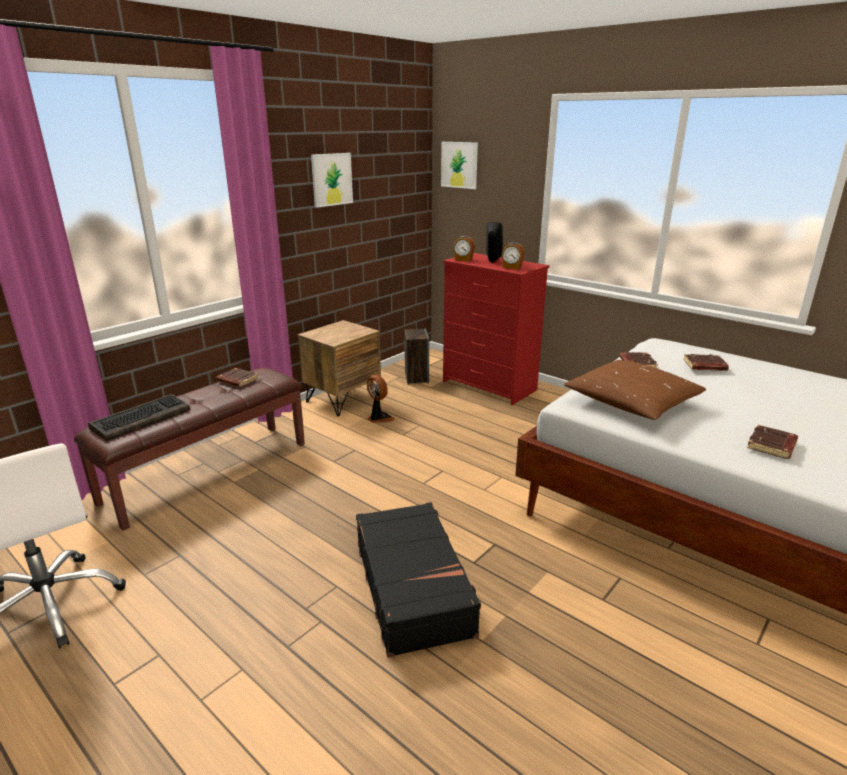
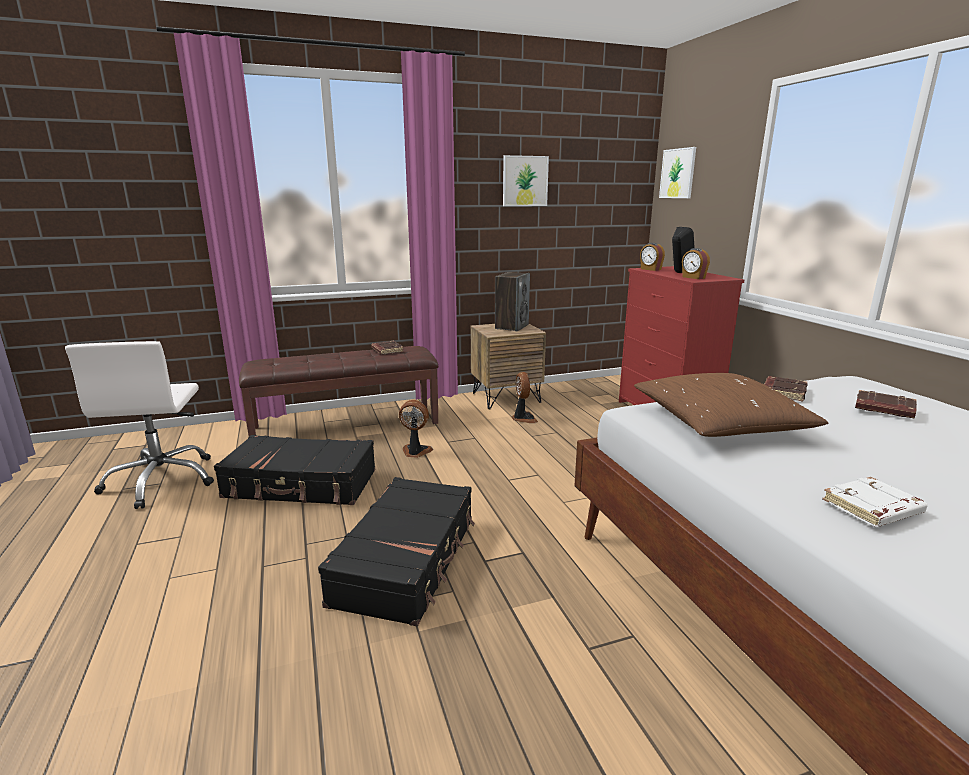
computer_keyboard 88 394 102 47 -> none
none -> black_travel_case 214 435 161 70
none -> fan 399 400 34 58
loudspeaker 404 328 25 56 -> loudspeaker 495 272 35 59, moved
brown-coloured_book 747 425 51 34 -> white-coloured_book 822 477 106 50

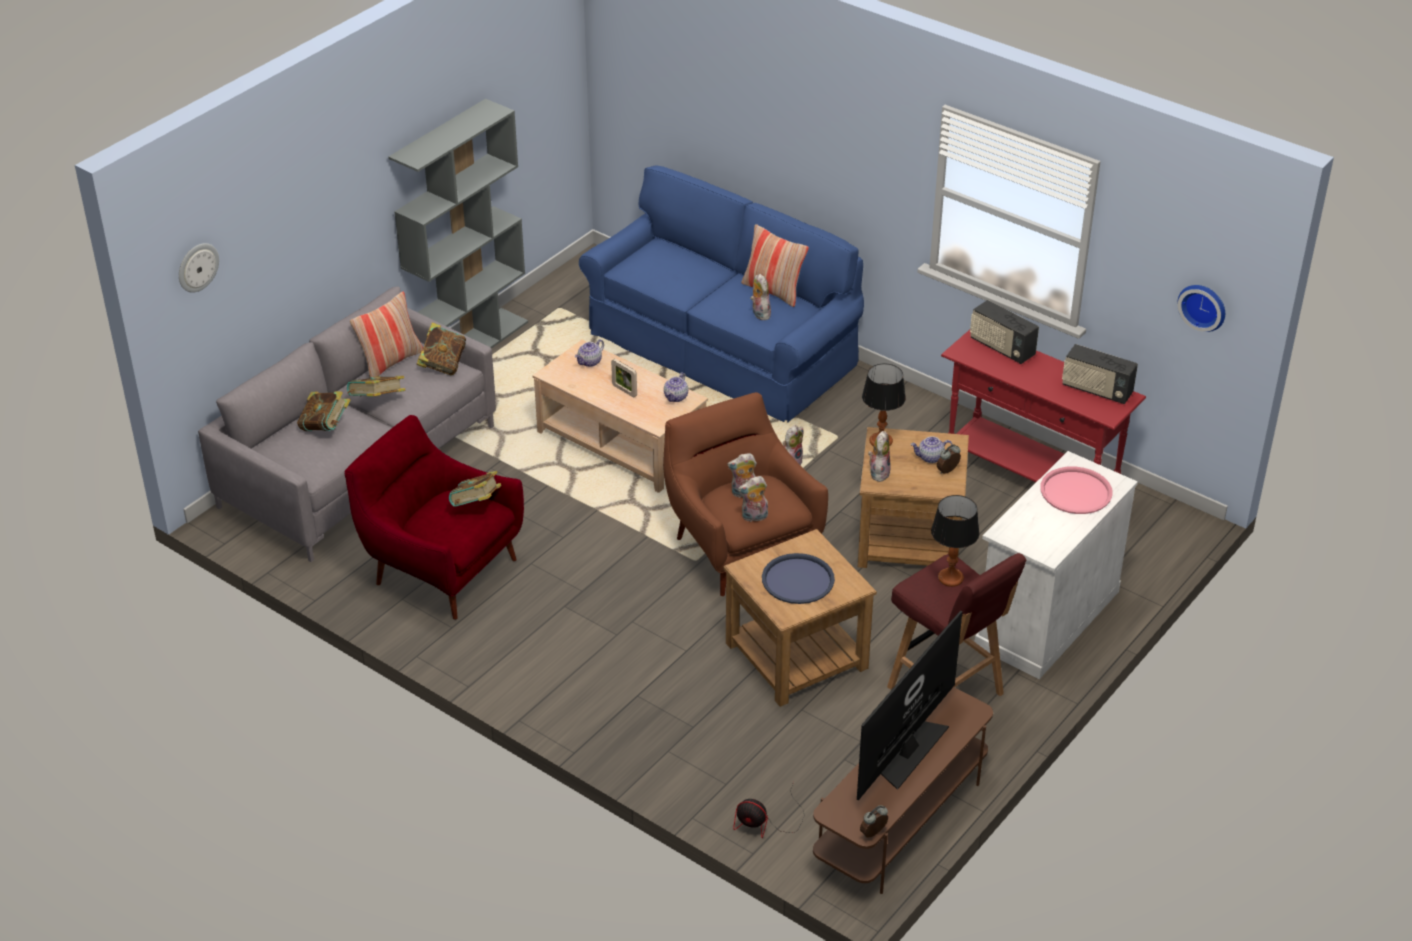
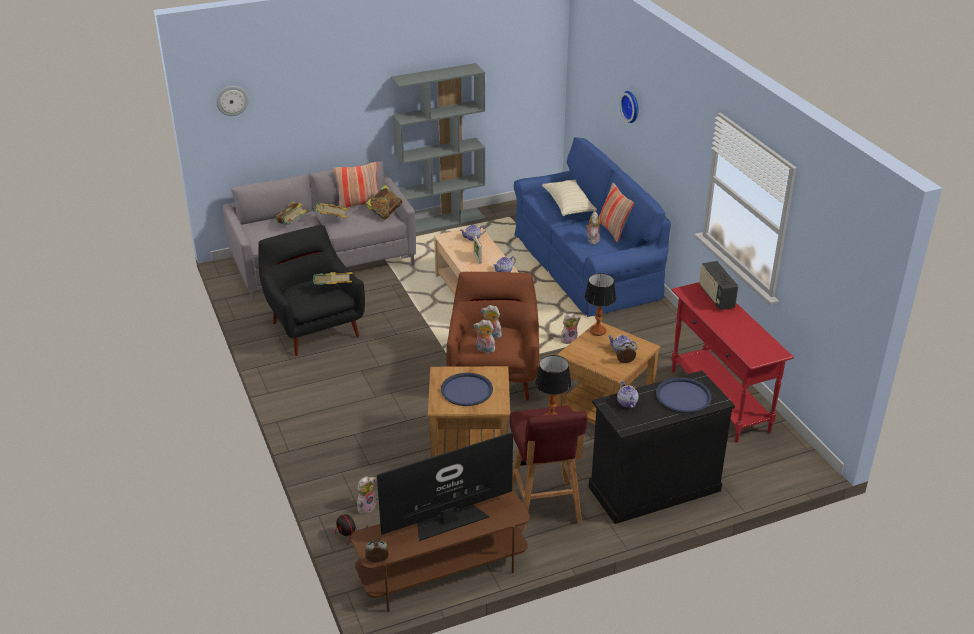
radio 1062 344 76 60 -> none
none -> sand-coloured_cushion 542 180 55 36
none -> tea_pot 617 380 22 28
cuddly_toy 868 431 23 51 -> cuddly_toy 357 476 19 38, moved
wall_clock 1178 285 47 47 -> wall_clock 620 91 18 32, moved
red-coloured_armchair 345 415 179 205 -> black_armchair 258 225 107 131
white-coloured_cupboard 975 451 163 228 -> black_cupboard 589 371 146 153
pinkish_carrying_tray 1040 467 73 47 -> bluish_carrying_tray 656 378 55 35

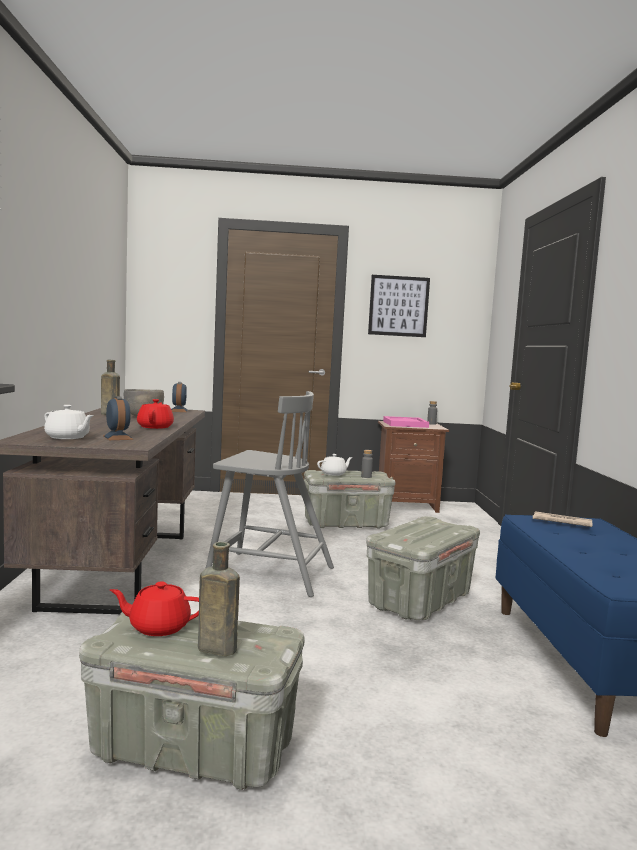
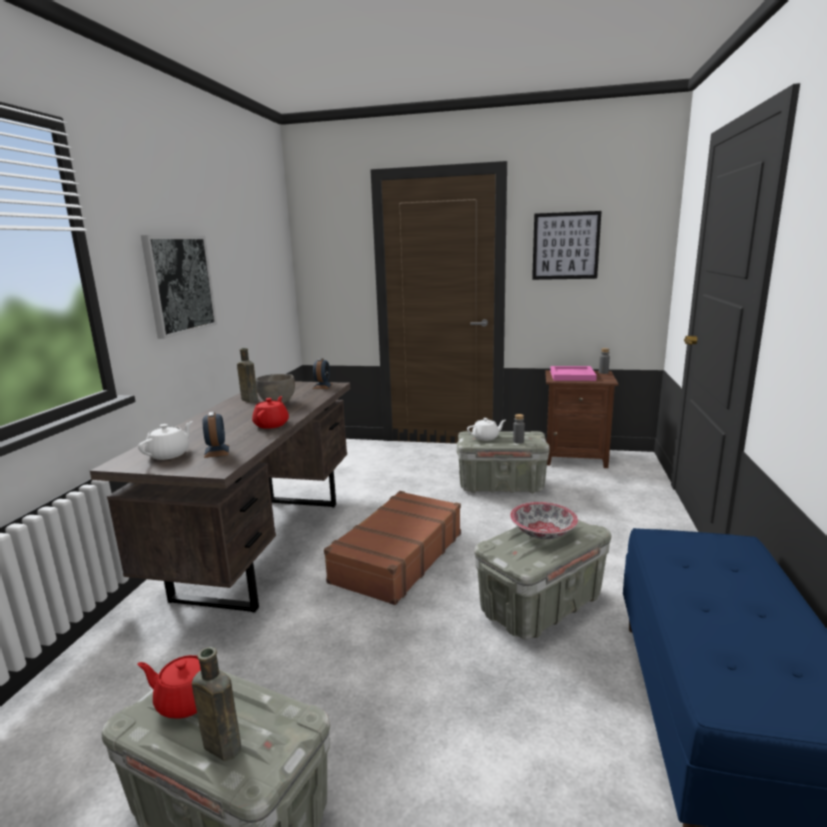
newspaper 533 511 59 16 -> none
none -> wall_picture 141 235 76 104
none -> serving_bowl 510 502 68 37
grey_upright_chair 205 391 129 206 -> brown-coloured_travel_case 324 491 137 114
white-coloured_tea_pot 44 405 50 34 -> white-coloured_tea_pot 138 421 55 39, 105 degrees counterclockwise

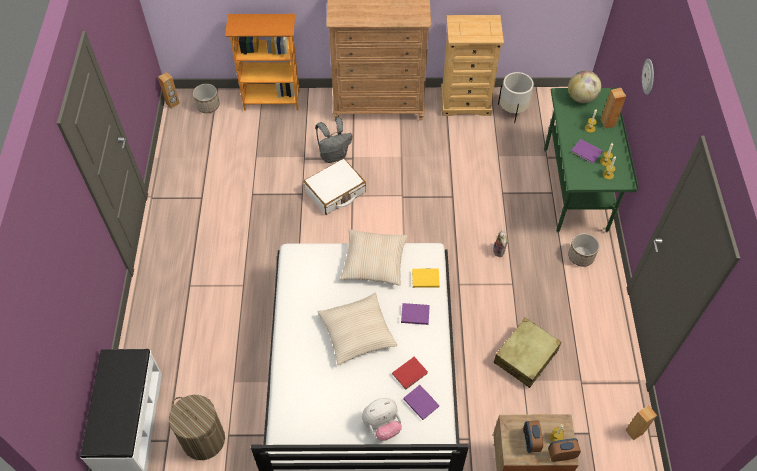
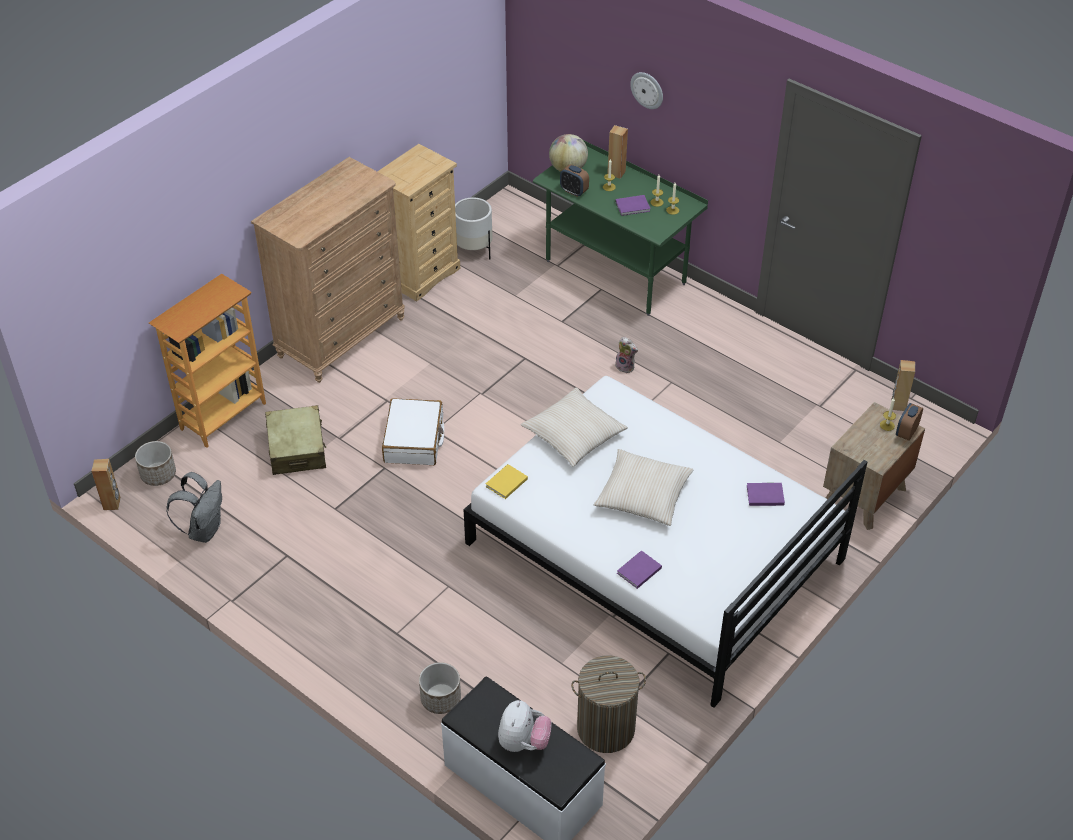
red-coloured_book 392 357 36 32 -> none
grey_rucksack 315 117 37 46 -> grey_rucksack 166 472 56 71, moved
cuddly_toy 362 398 40 43 -> cuddly_toy 498 700 54 52, moved
purple_book 401 303 29 22 -> purple_book 617 550 45 39, moved
yellowish_book 412 269 28 19 -> yellowish_book 485 464 43 35, moved
sand-coloured_travel_case 494 318 67 70 -> sand-coloured_travel_case 265 405 61 70, moved
bedside_clock 523 420 20 33 -> bedside_clock 560 164 29 33, moved
planter 568 233 31 34 -> planter 419 662 42 52, moved

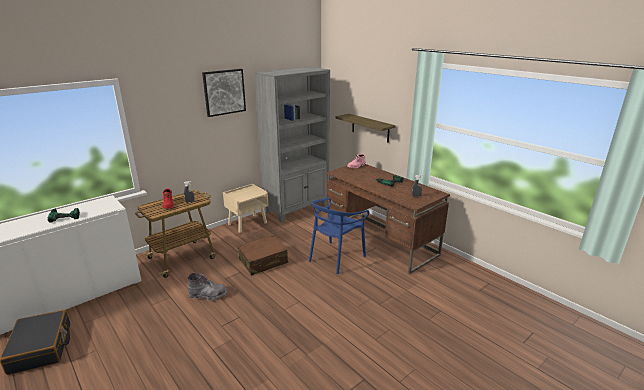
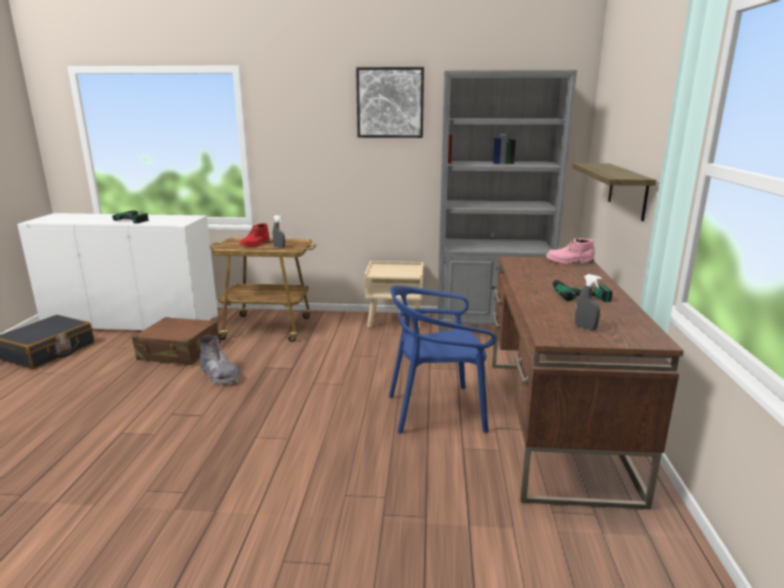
brown-coloured_travel_case 238 235 50 40 -> brown-coloured_travel_case 132 317 89 48, moved

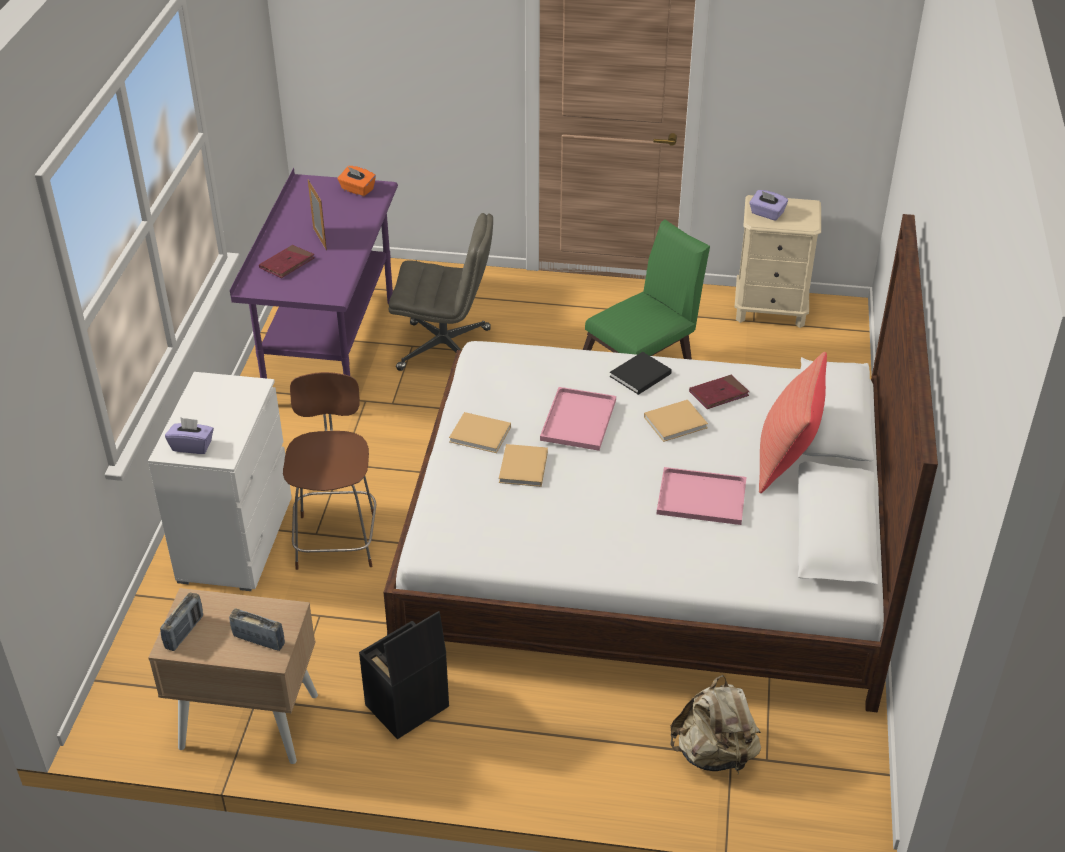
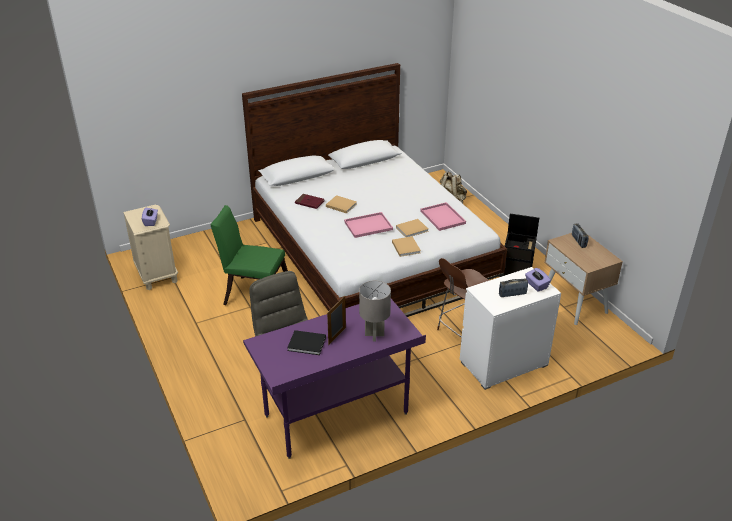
orange-coloured_box_of_tissues 338 166 38 30 -> none
red-coloured_cushion 759 352 68 141 -> none
radio 160 592 43 59 -> radio 499 278 29 19, moved
black_book 610 352 62 43 -> black_book 287 330 39 25, moved
pinkish_carrying_tray 657 467 89 58 -> pinkish_carrying_tray 420 202 46 29, moved
red-coloured_book 259 245 56 33 -> grey_lamp_for_a_table 359 281 32 61

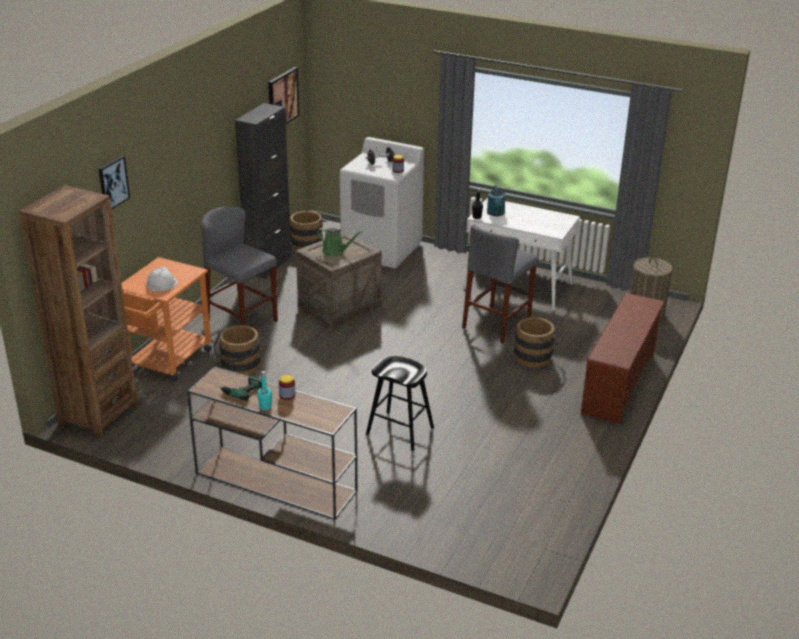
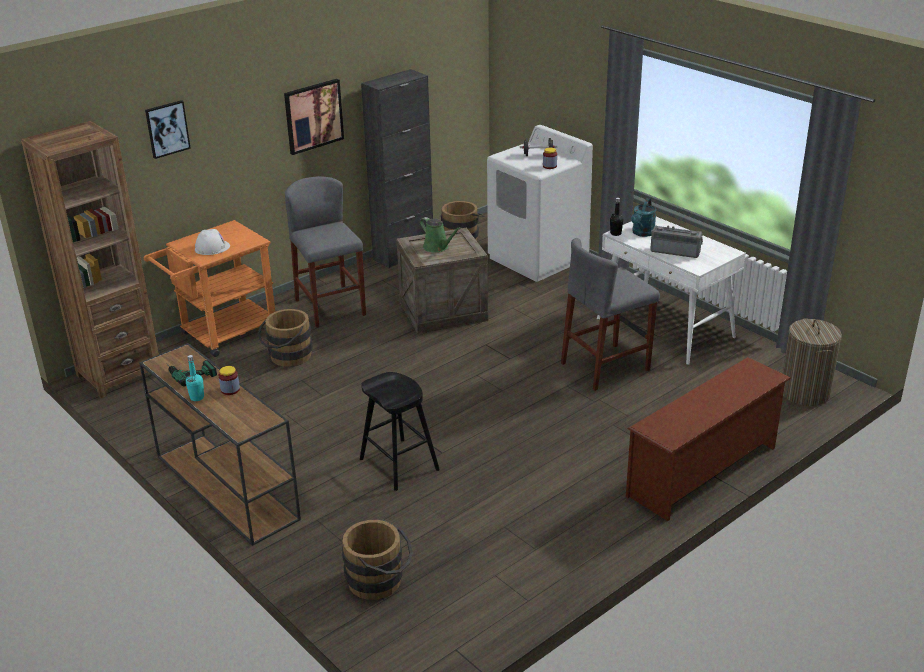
none -> radio 650 226 53 32
wall_picture 268 67 31 57 -> wall_picture 284 79 60 76, moved
brown-coloured_pail 514 317 47 51 -> brown-coloured_pail 342 519 71 81, moved

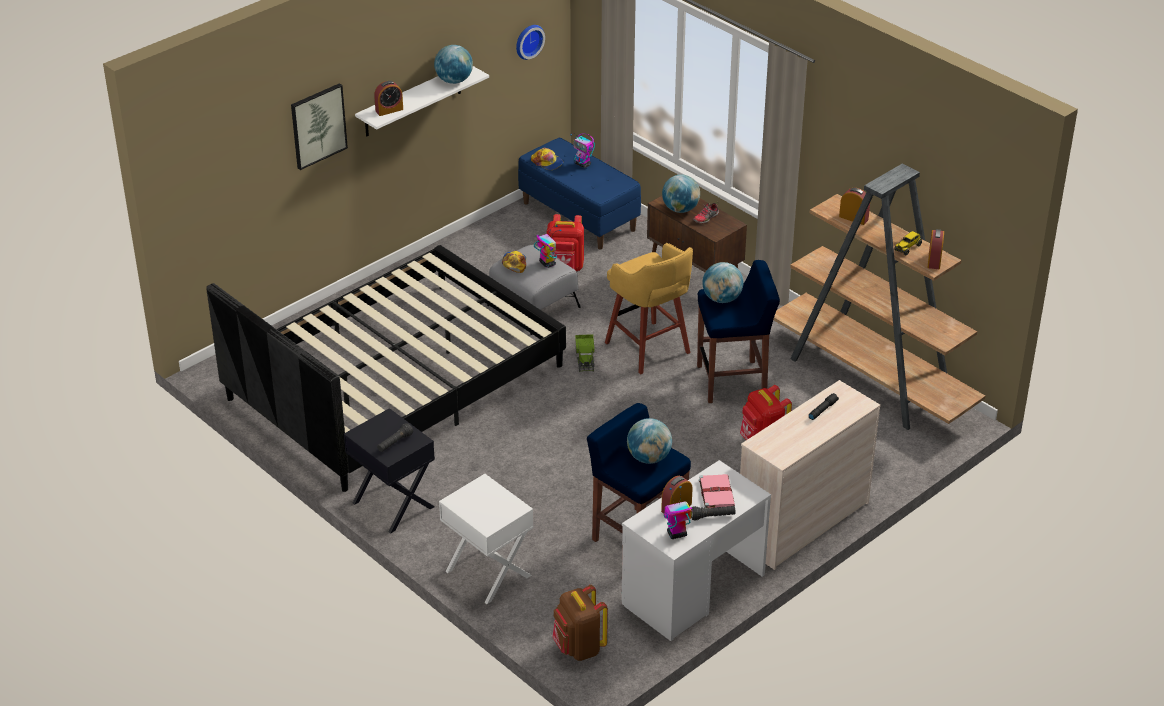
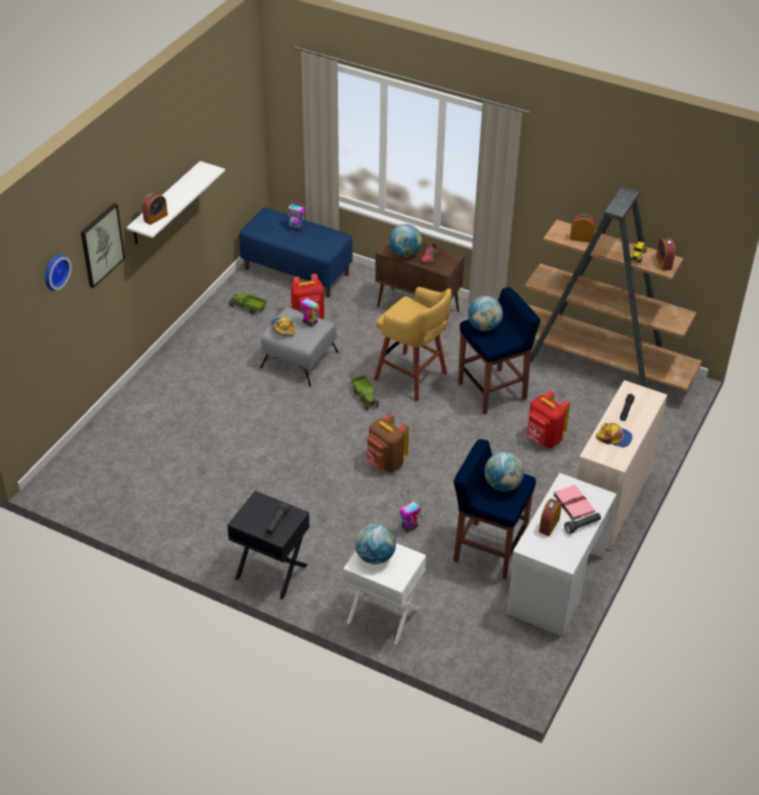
black_bed 206 245 360 247 -> none
none -> toy_truck 229 292 38 22
globe 434 45 39 39 -> globe 355 523 41 41, moved
wall_clock 516 25 29 35 -> wall_clock 45 254 27 37, moved
cap 531 148 32 22 -> cap 596 423 36 24, moved
brown-coloured_rucksack 552 585 56 76 -> brown-coloured_rucksack 366 414 43 58, moved
toy_robot 664 486 28 53 -> toy_robot 400 490 22 42, moved

